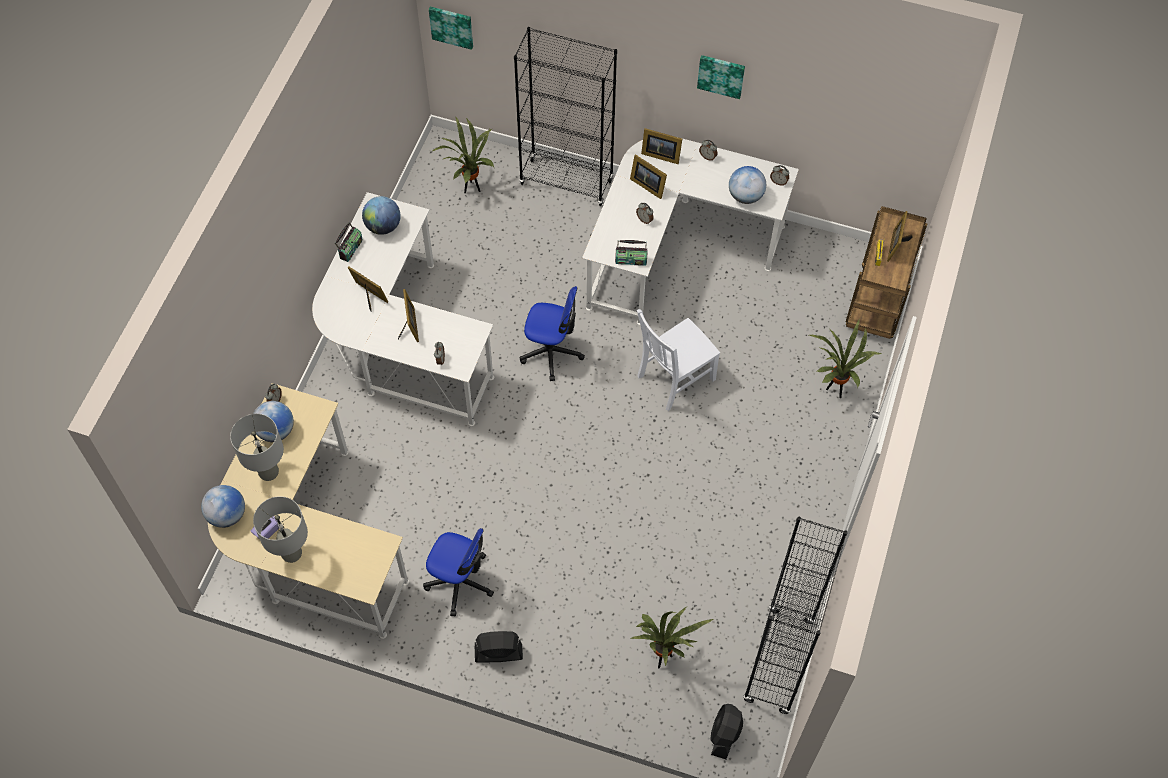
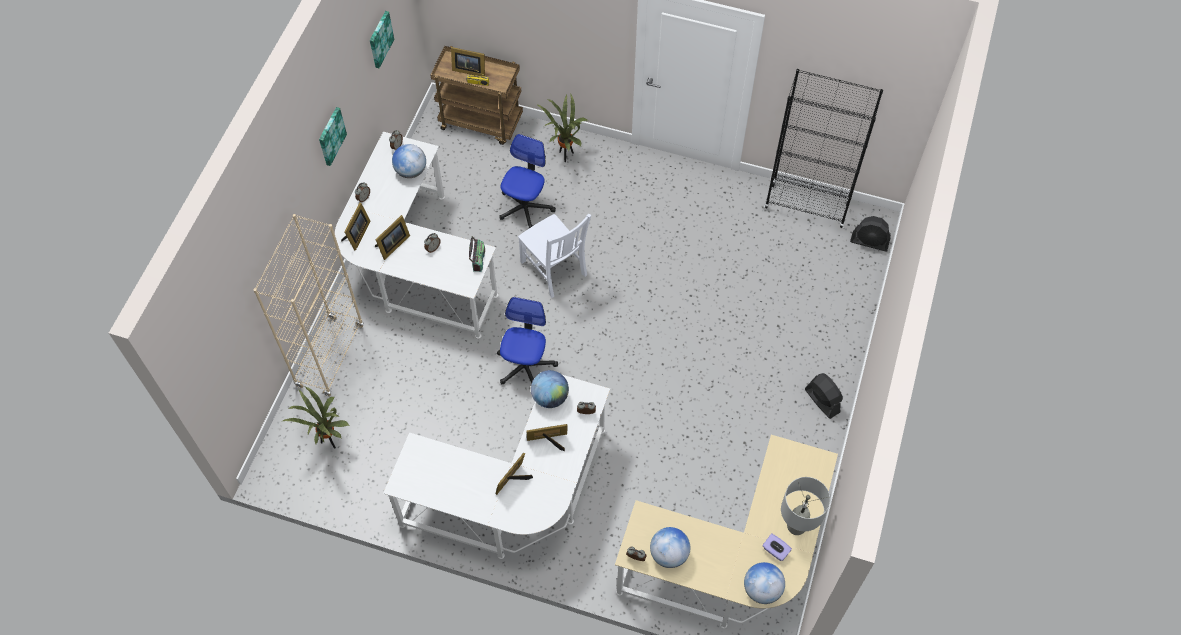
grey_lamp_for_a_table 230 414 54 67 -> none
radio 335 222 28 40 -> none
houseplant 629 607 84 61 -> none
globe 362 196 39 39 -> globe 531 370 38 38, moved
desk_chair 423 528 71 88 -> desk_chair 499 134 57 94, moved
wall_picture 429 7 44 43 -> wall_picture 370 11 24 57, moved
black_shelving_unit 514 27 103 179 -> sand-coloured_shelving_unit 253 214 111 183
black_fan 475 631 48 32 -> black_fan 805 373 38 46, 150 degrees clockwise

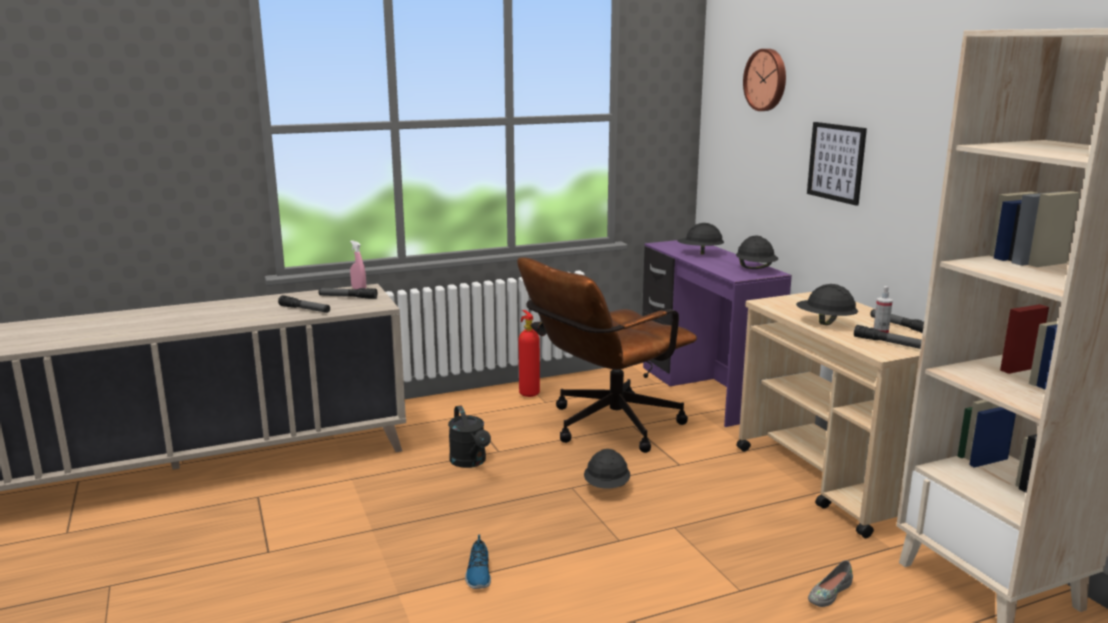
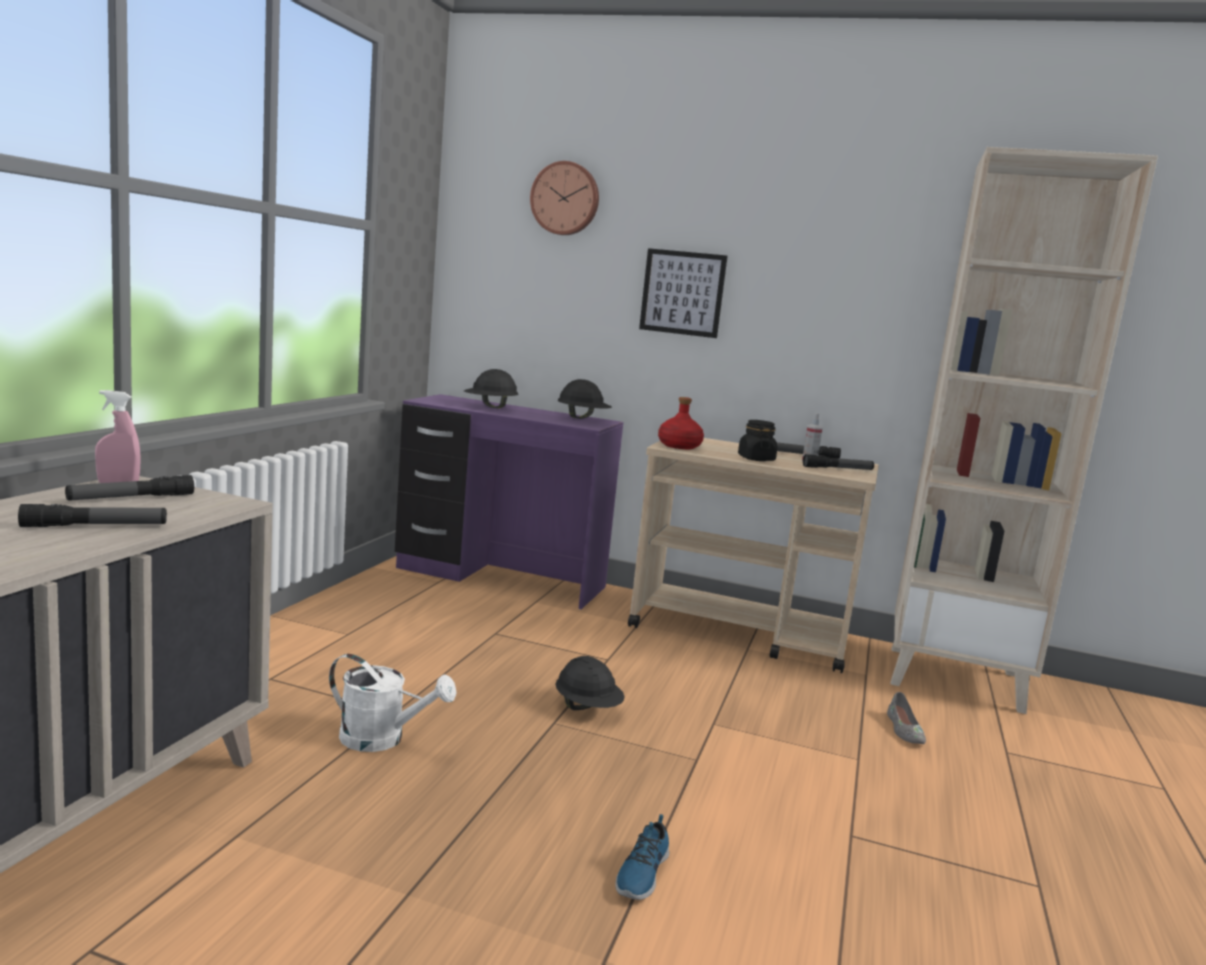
brown-coloured_desk_chair 517 257 180 196 -> none
extinguisher 518 310 29 87 -> none
none -> red-coloured_bottle 658 397 46 52
black_hard_hat 796 284 62 41 -> black_jar 738 420 39 41
black_watering_can 448 406 43 62 -> white-coloured_watering_can 329 654 128 98
low_shoe 465 535 26 54 -> low_shoe 615 814 54 86, 75 degrees clockwise

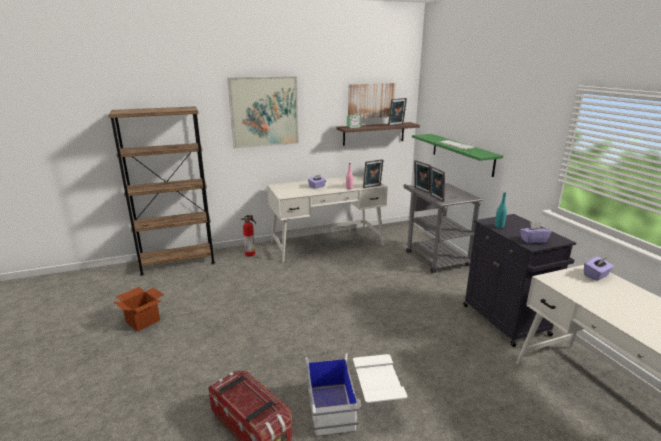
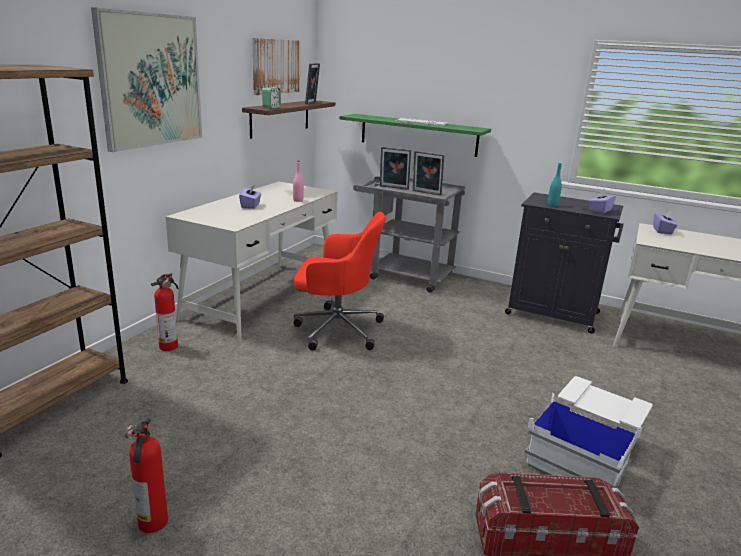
picture_frame 363 159 20 29 -> none
none -> red-coloured_desk_chair 294 212 92 139
carton 114 287 50 45 -> extinguisher 125 418 43 115

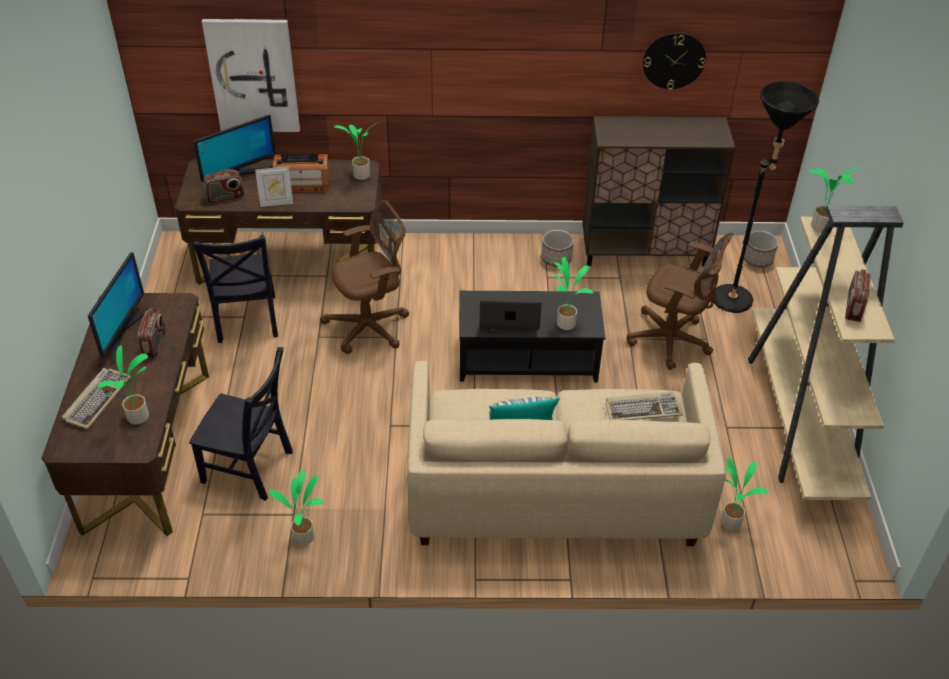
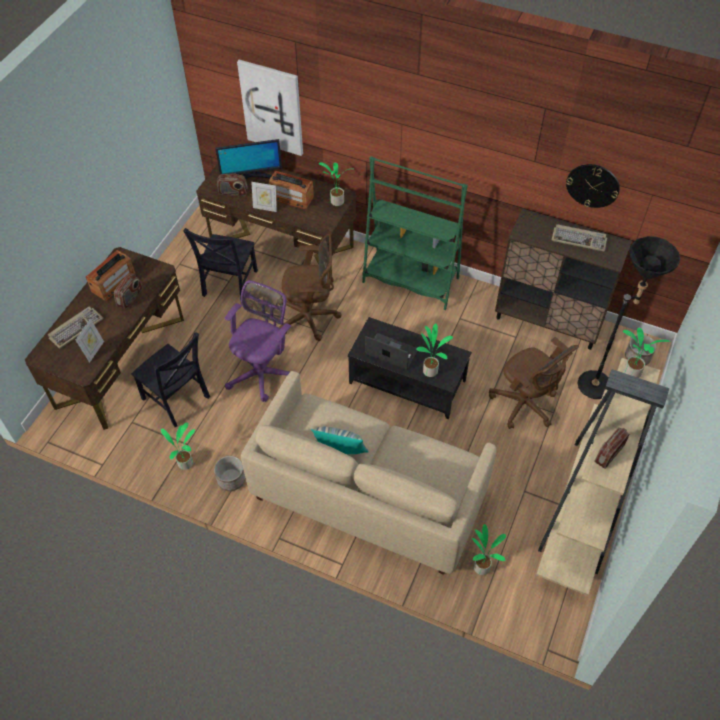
none -> purple_desk_chair 224 280 67 122
none -> greenish_shelving_unit 362 156 106 154
planter 541 230 33 37 -> planter 214 456 31 35, moved
computer_keyboard 605 392 78 28 -> computer_keyboard 551 224 56 28, moved
computer_screen 88 252 59 112 -> radio 86 250 50 51
houseplant 98 345 51 80 -> picture_frame 76 319 28 44

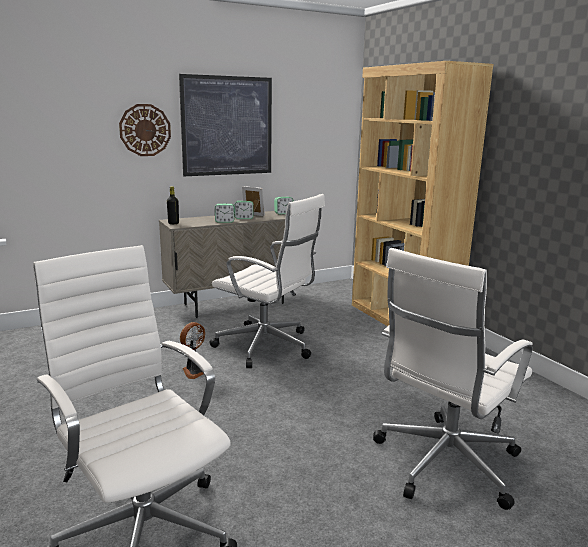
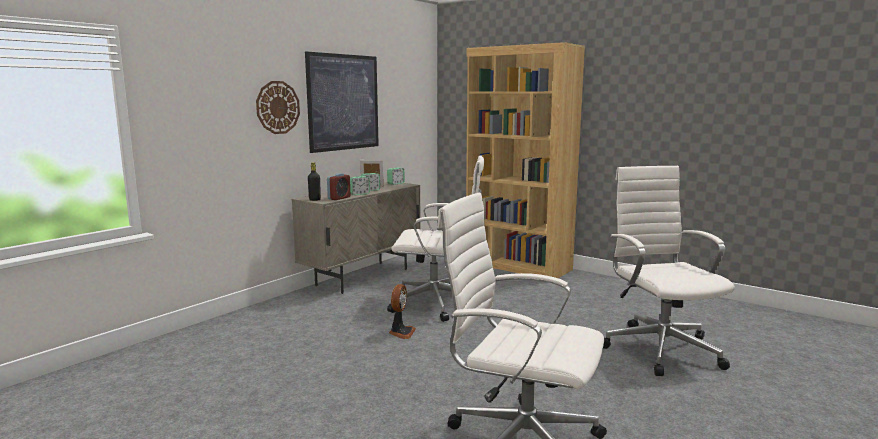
none -> bedside_clock 327 173 24 27
white-coloured_desk_chair 373 248 160 262 -> white-coloured_desk_chair 603 166 132 210, 150 degrees clockwise

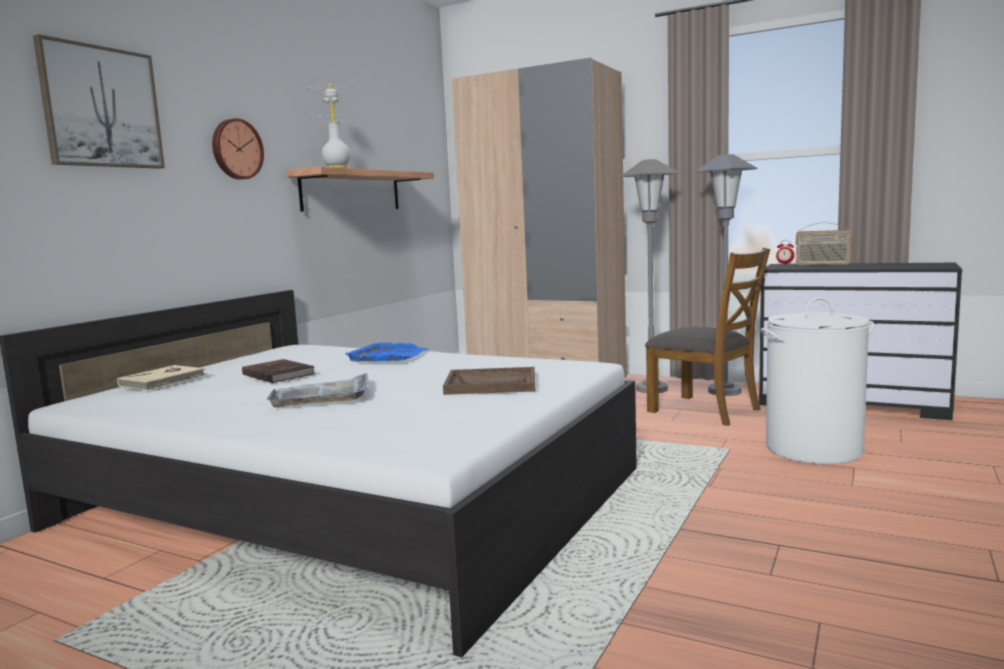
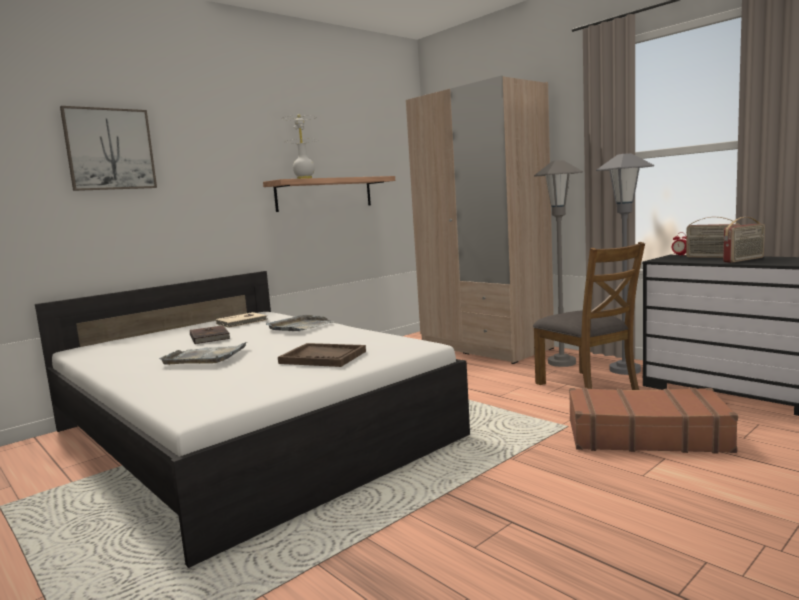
wall_clock 212 118 52 62 -> none
none -> radio 723 217 42 46
sand-coloured_book 117 365 90 25 -> sand-coloured_book 216 312 51 16, moved
white-coloured_hamper 761 297 114 167 -> brown-coloured_travel_case 569 388 169 66
bluish_carrying_tray 346 343 83 19 -> grey_carrying_tray 266 315 68 16

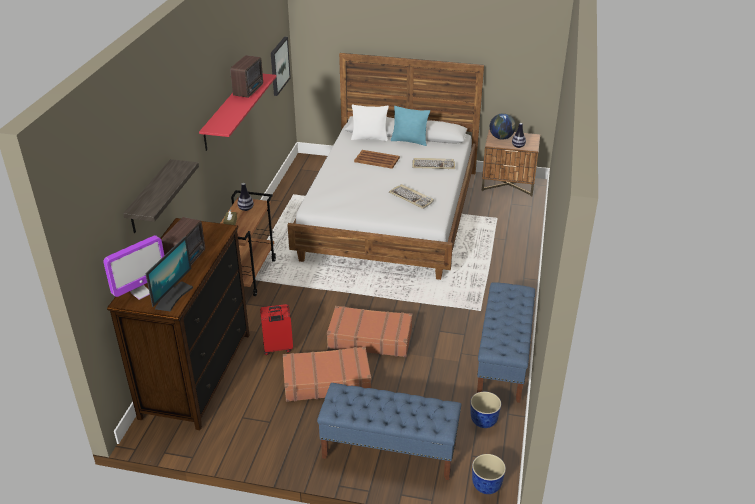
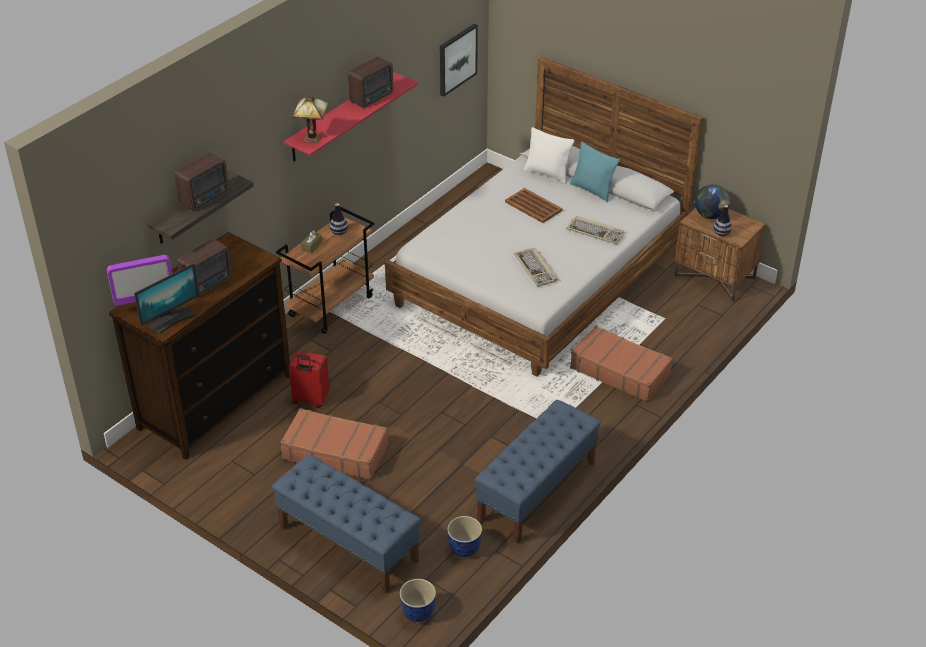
none -> radio 174 152 55 59
none -> lamp_for_a_table 293 96 36 47
brown-coloured_travel_case 327 306 86 51 -> brown-coloured_travel_case 570 326 103 76, moved

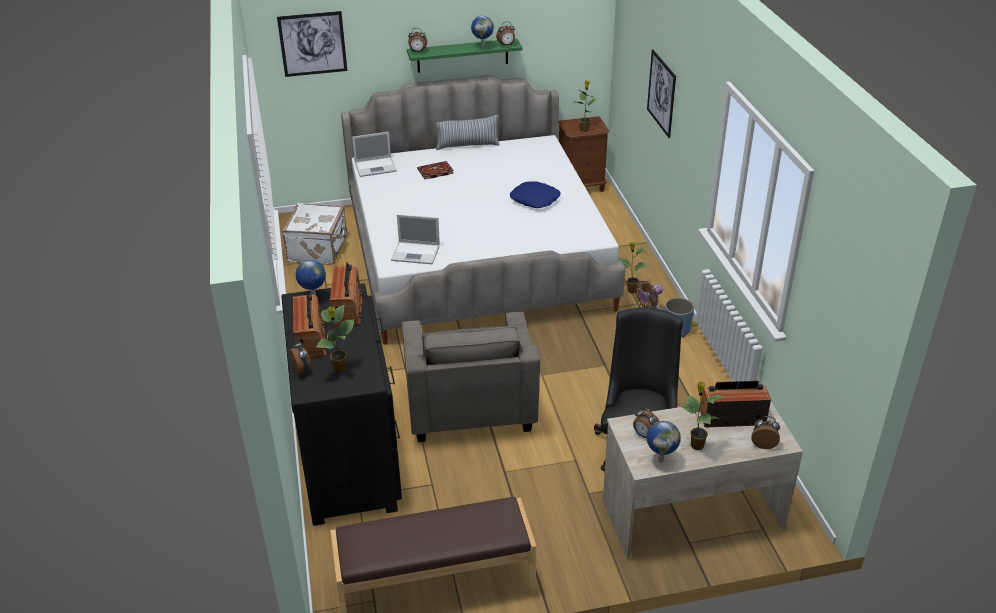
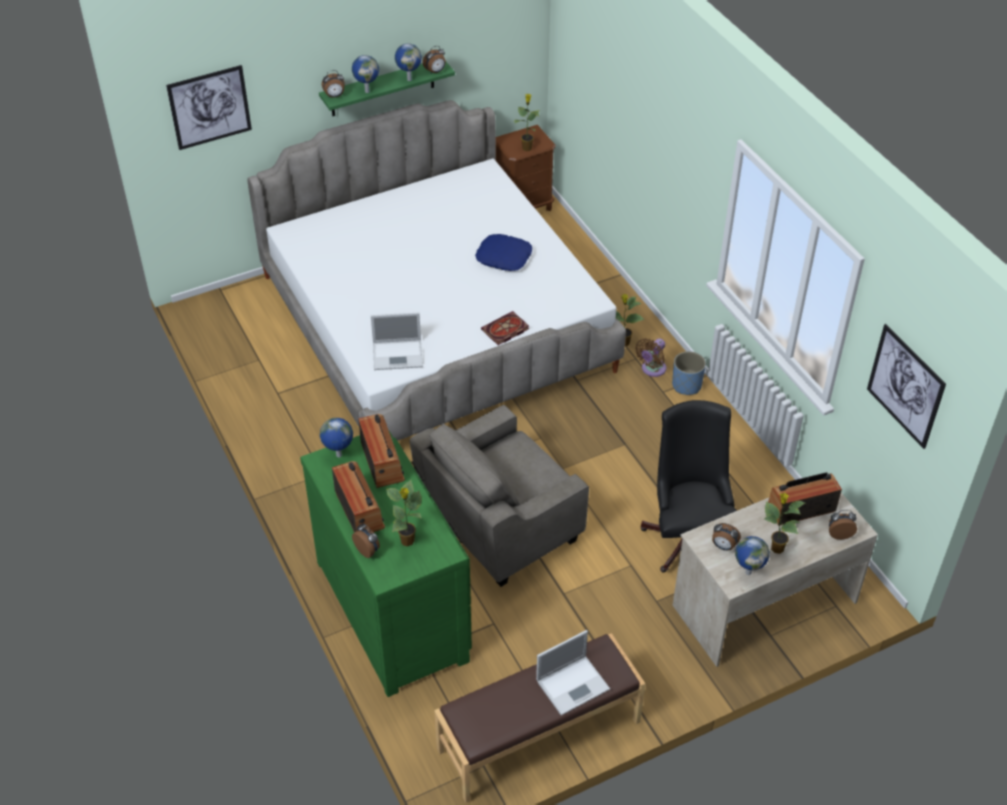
white-coloured_travel_case 282 203 66 62 -> none
cushion 435 115 65 35 -> none
none -> globe 352 55 27 38
portable_computer 352 132 45 45 -> portable_computer 536 630 74 85, moved
book 417 161 37 18 -> book 481 311 48 34, moved
wall_picture 647 49 29 89 -> wall_picture 867 324 79 125, moved
black_dresser 281 284 121 242 -> greenish_dresser 300 429 172 268
grey_armchair 402 312 138 130 -> grey_armchair 409 405 180 182, 75 degrees clockwise

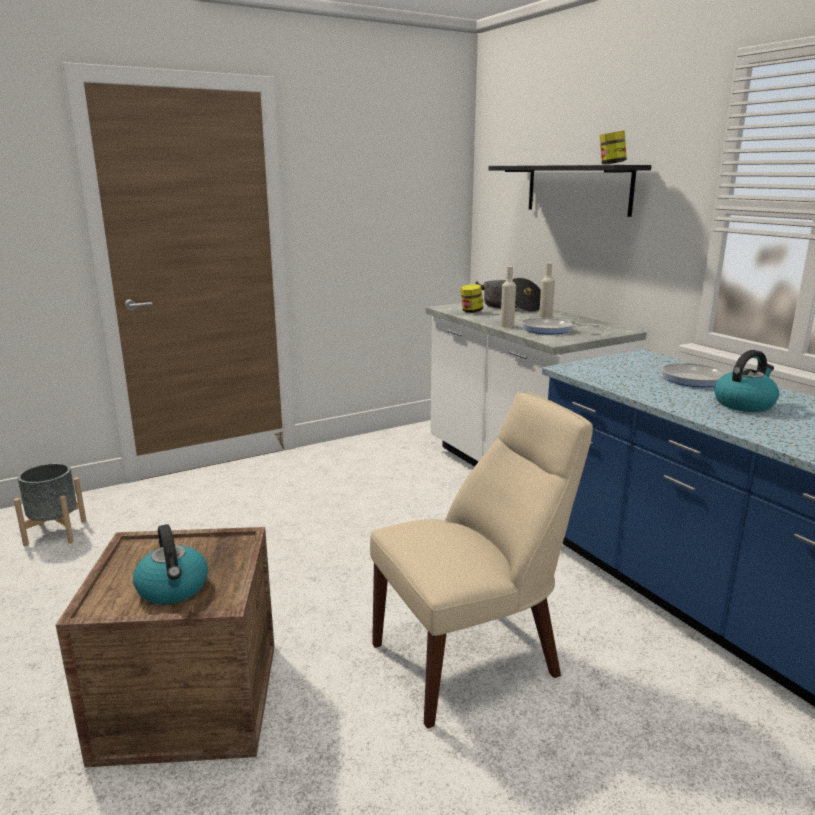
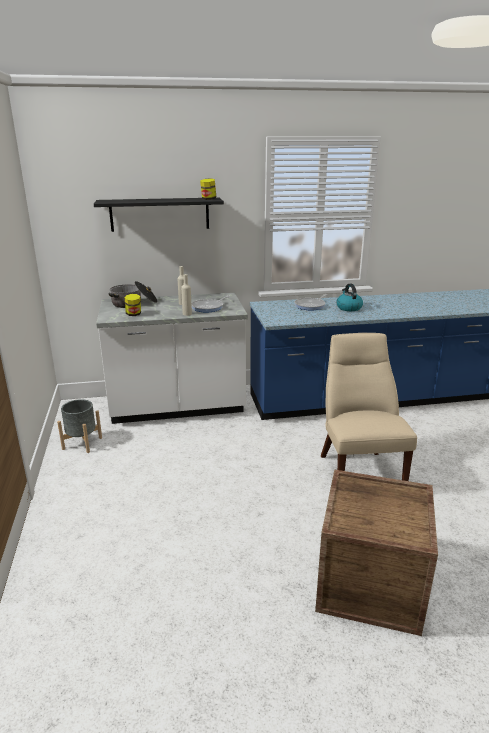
kettle 133 524 75 80 -> none
grey_planter 14 463 73 83 -> grey_planter 57 399 45 54, moved

